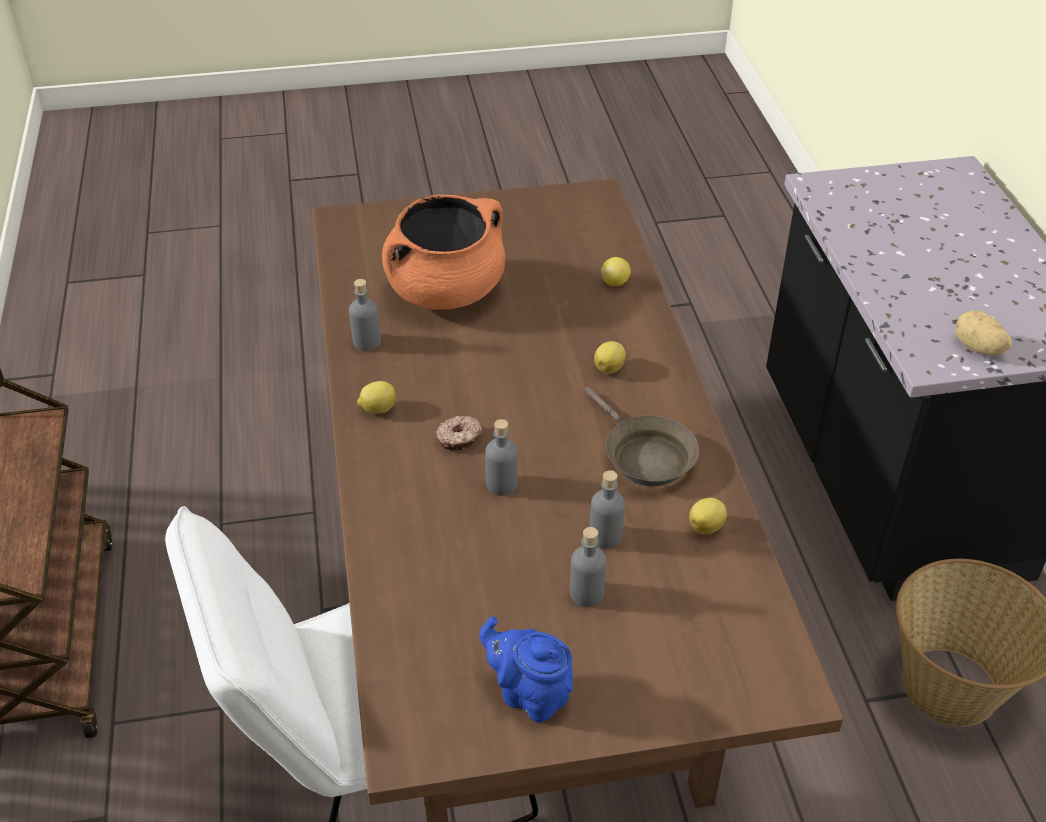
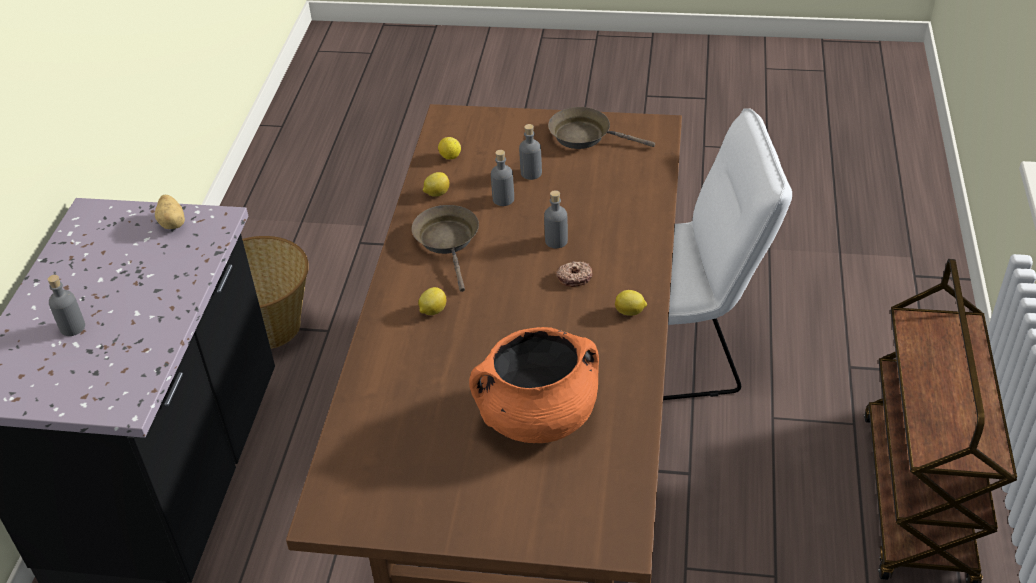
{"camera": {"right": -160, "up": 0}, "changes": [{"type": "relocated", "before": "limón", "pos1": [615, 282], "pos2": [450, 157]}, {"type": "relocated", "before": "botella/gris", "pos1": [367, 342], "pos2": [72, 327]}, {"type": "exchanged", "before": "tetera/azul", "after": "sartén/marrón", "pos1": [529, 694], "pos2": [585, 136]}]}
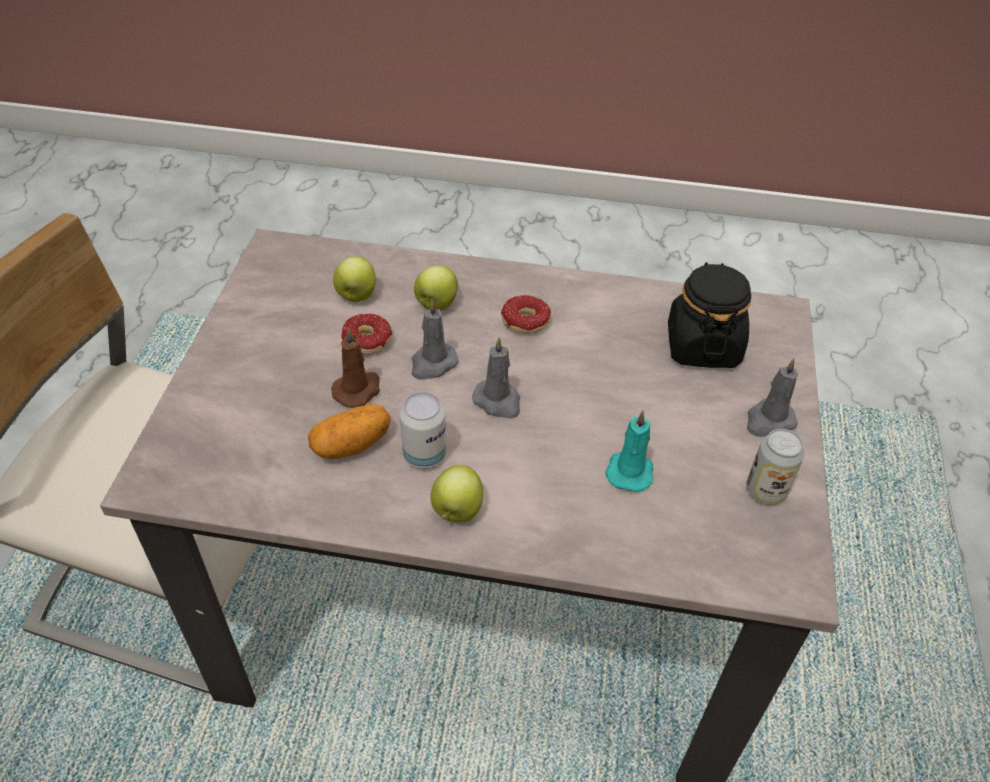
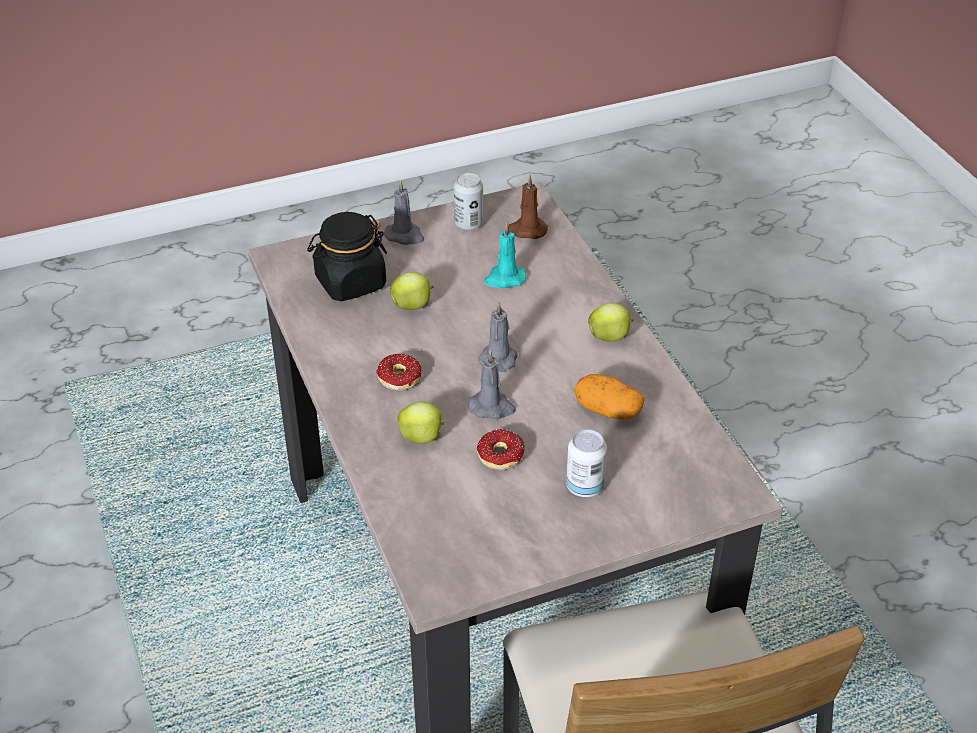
{"camera": {"right": -120, "up": -5}, "changes": [{"type": "relocated", "before": "manzana", "pos1": [356, 296], "pos2": [412, 306]}, {"type": "relocated", "before": "vela/marrón", "pos1": [358, 390], "pos2": [526, 230]}, {"type": "relocated", "before": "lata", "pos1": [424, 455], "pos2": [584, 487]}]}
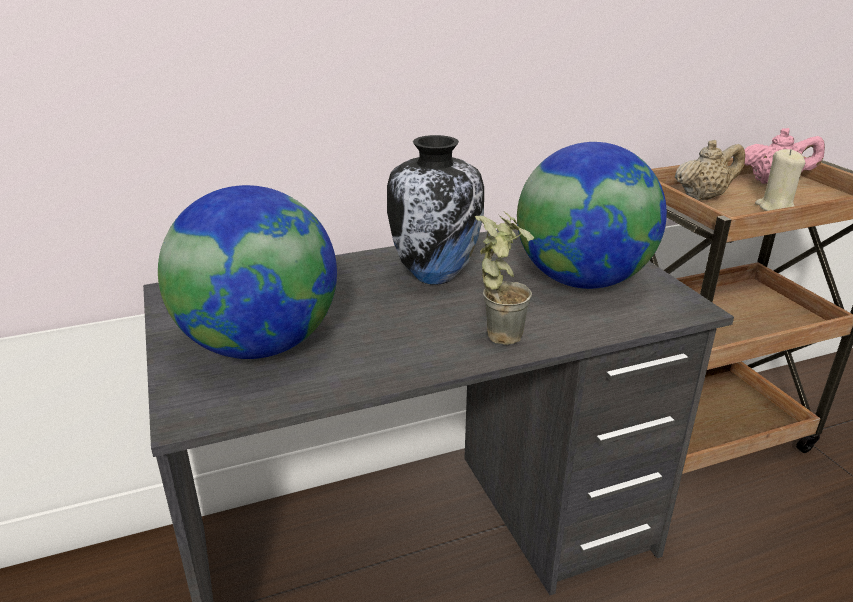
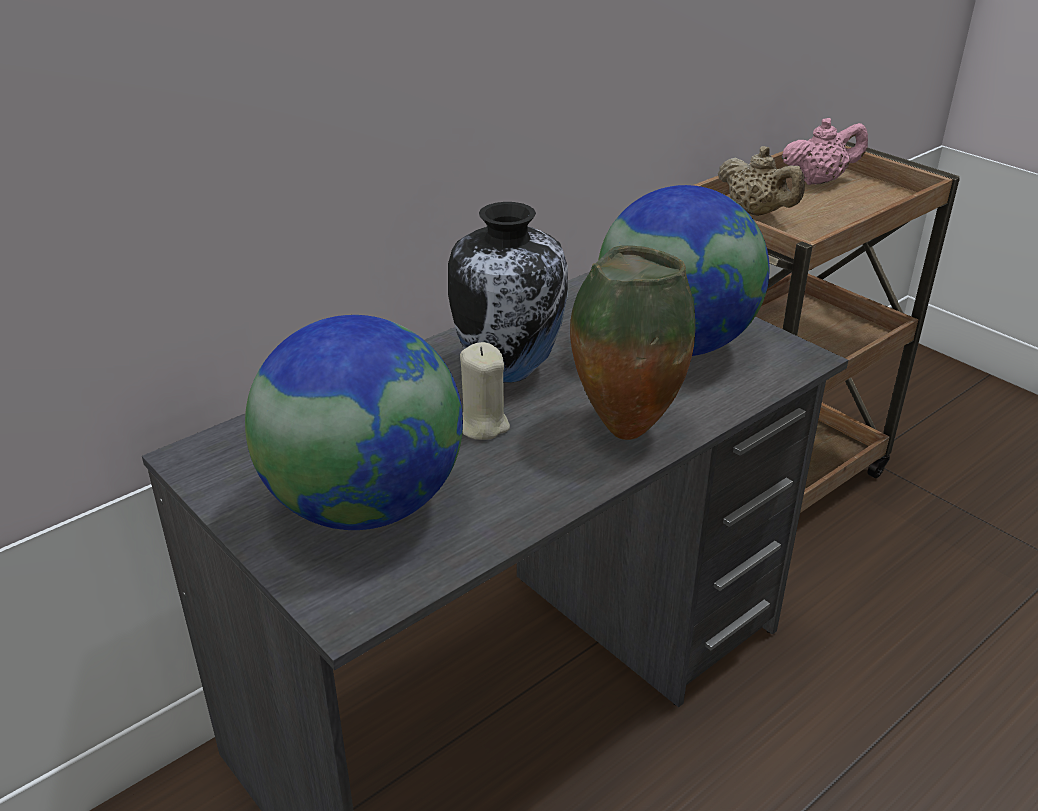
{"camera": {"right": -20, "up": 5}, "changes": [{"type": "spun", "before": "tetera/beis", "pos1": [703, 197], "pos2": [756, 213], "turn": 90}, {"type": "relocated", "before": "vela/beis", "pos1": [775, 207], "pos2": [482, 425]}, {"type": "exchanged", "before": "planta en maceta", "after": "florero", "pos1": [498, 331], "pos2": [624, 428]}]}
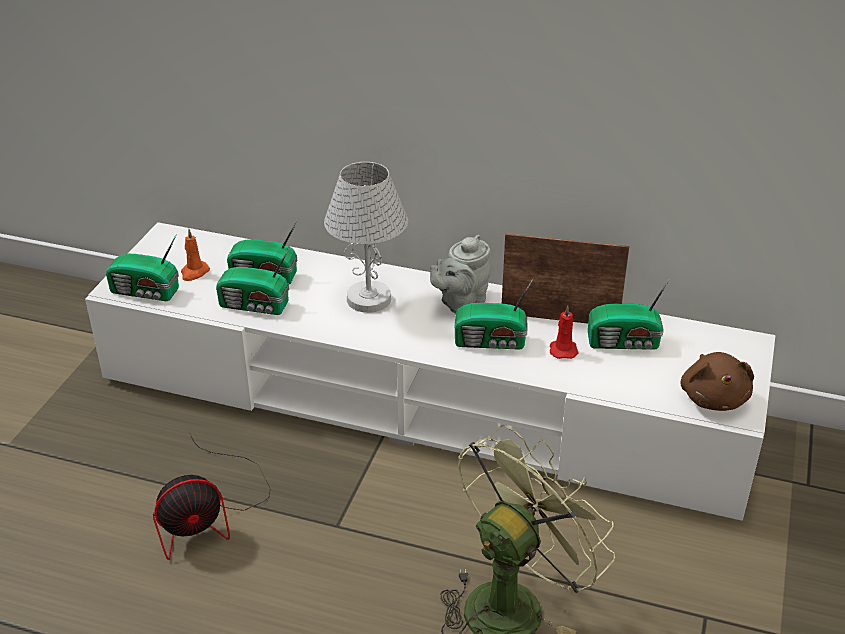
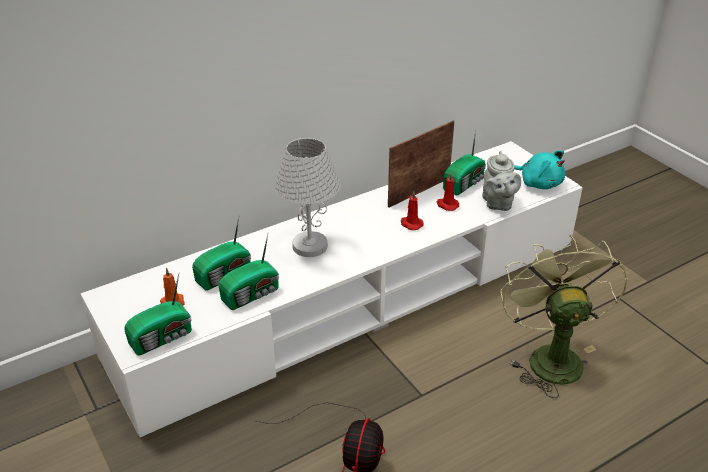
{"camera": {"right": -50, "up": 0}, "changes": [{"type": "relocated", "before": "tetera/gris", "pos1": [460, 302], "pos2": [497, 203]}, {"type": "exchanged", "before": "radio", "after": "vela/rojo", "pos1": [492, 342], "pos2": [411, 224]}, {"type": "colour", "before": "peluche/marrón", "after": "peluche/turquesa", "pos1": [713, 397], "pos2": [538, 183]}]}
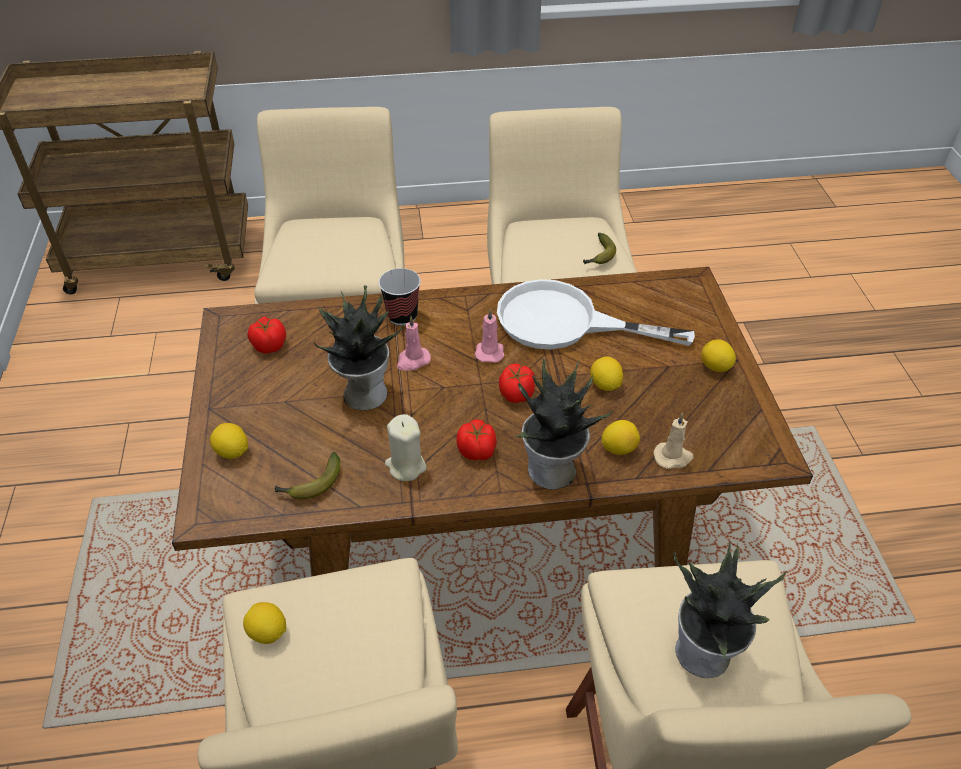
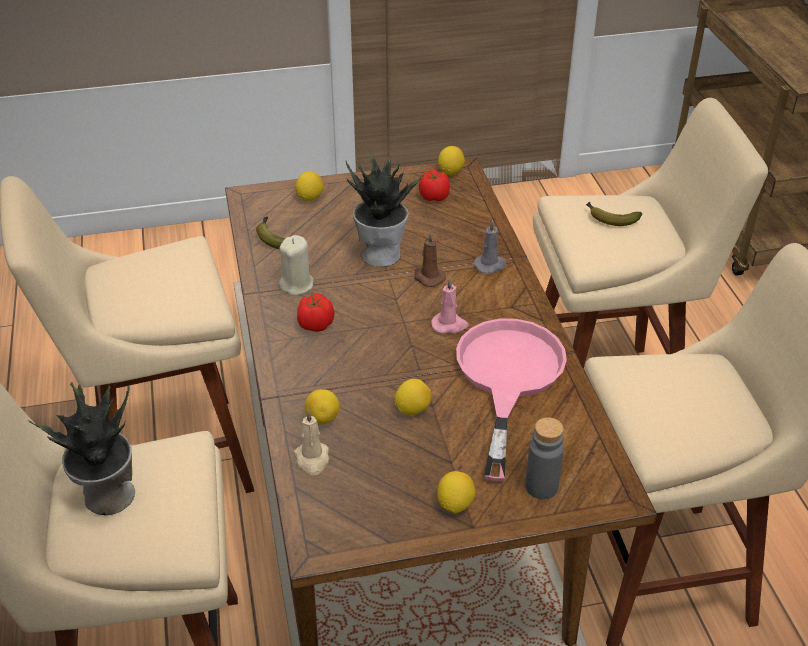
{"camera": {"right": 85, "up": -5}, "changes": [{"type": "relocated", "before": "plátano", "pos1": [599, 256], "pos2": [610, 218]}, {"type": "exchanged", "before": "taza", "after": "vela/gris", "pos1": [402, 316], "pos2": [490, 265]}, {"type": "colour", "before": "sartén/blanco", "after": "sartén/rosa", "pos1": [565, 322], "pos2": [507, 378]}, {"type": "colour", "before": "vela/rosa", "after": "vela/marrón", "pos1": [412, 361], "pos2": [428, 277]}, {"type": "missing", "before": "planta en maceta", "pos1": [551, 472]}, {"type": "missing", "before": "tomate", "pos1": [516, 394]}, {"type": "relocated", "before": "limón", "pos1": [268, 632], "pos2": [450, 171]}, {"type": "appeared", "after": "botella/gris", "pos2": [541, 486]}]}
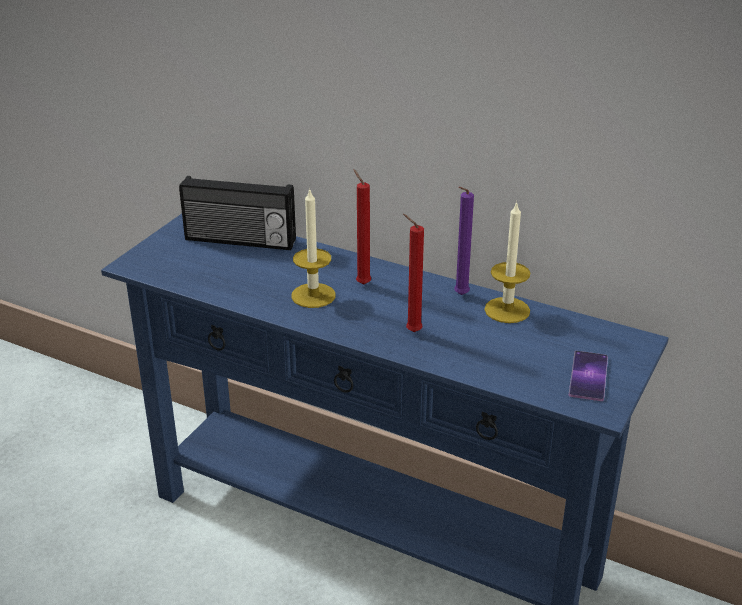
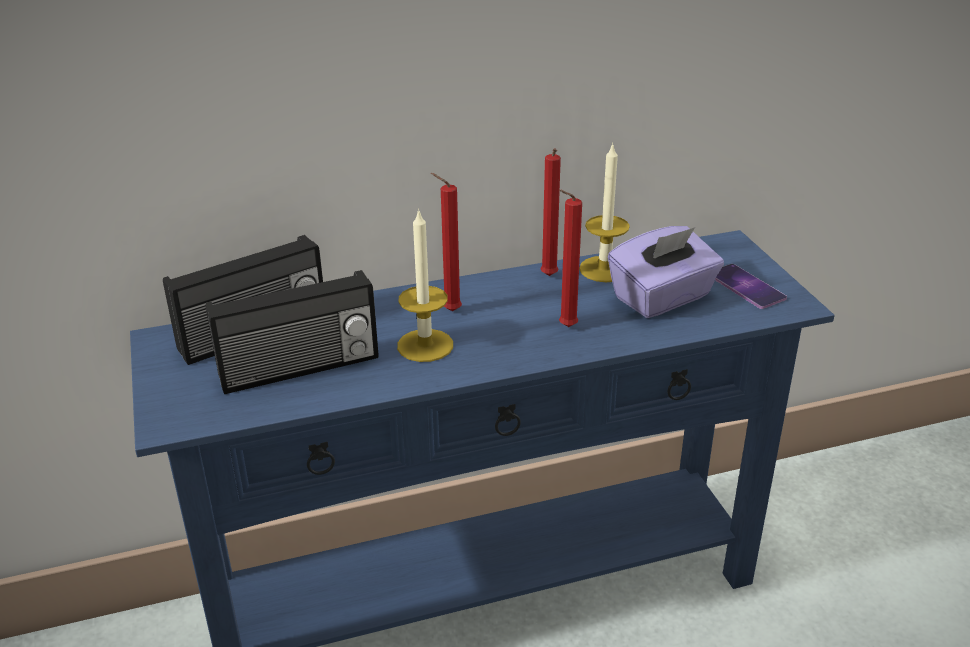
{"camera": {"right": -45, "up": 0}, "changes": [{"type": "colour", "before": "vela/morado", "after": "vela/rojo", "pos1": [459, 296], "pos2": [549, 277]}, {"type": "appeared", "after": "caja de pañuelos/morado", "pos2": [662, 298]}, {"type": "appeared", "after": "radio", "pos2": [300, 369]}]}
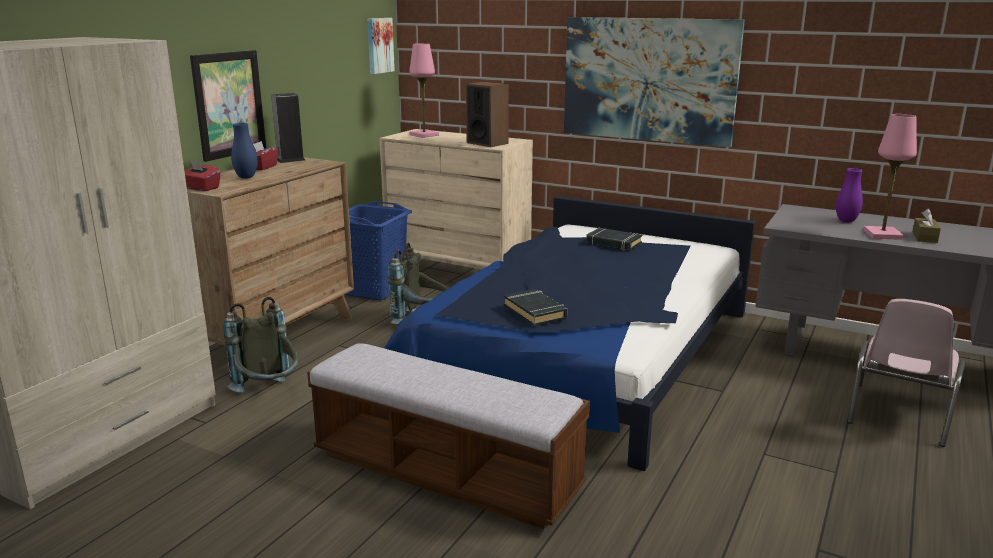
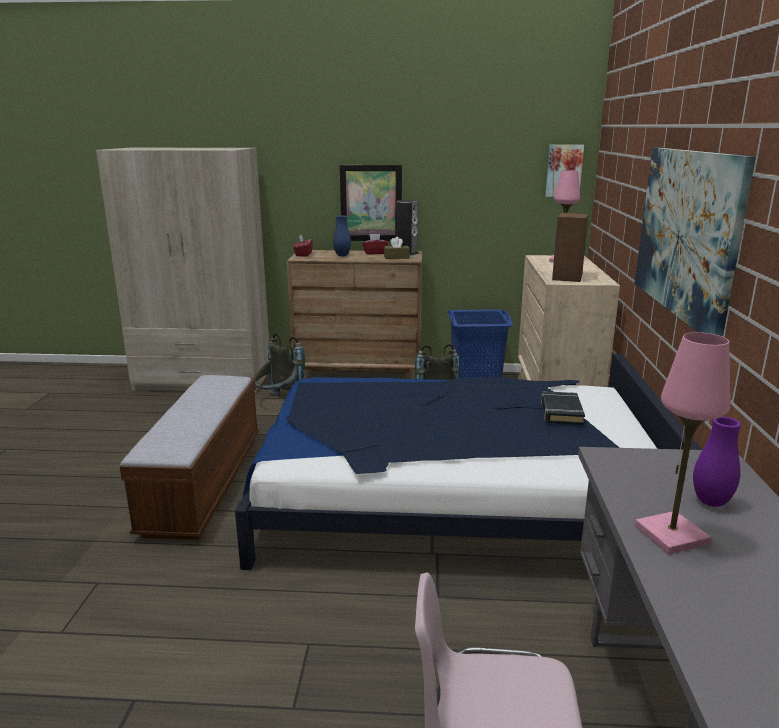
{"camera": {"right": 65, "up": 0}, "changes": [{"type": "relocated", "before": "caja de pañuelos/marrón", "pos1": [924, 237], "pos2": [396, 257]}, {"type": "missing", "before": "libro/negro", "pos1": [535, 312]}]}
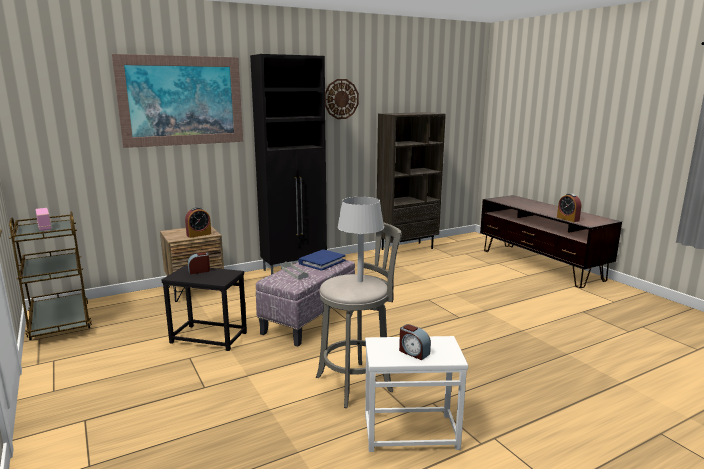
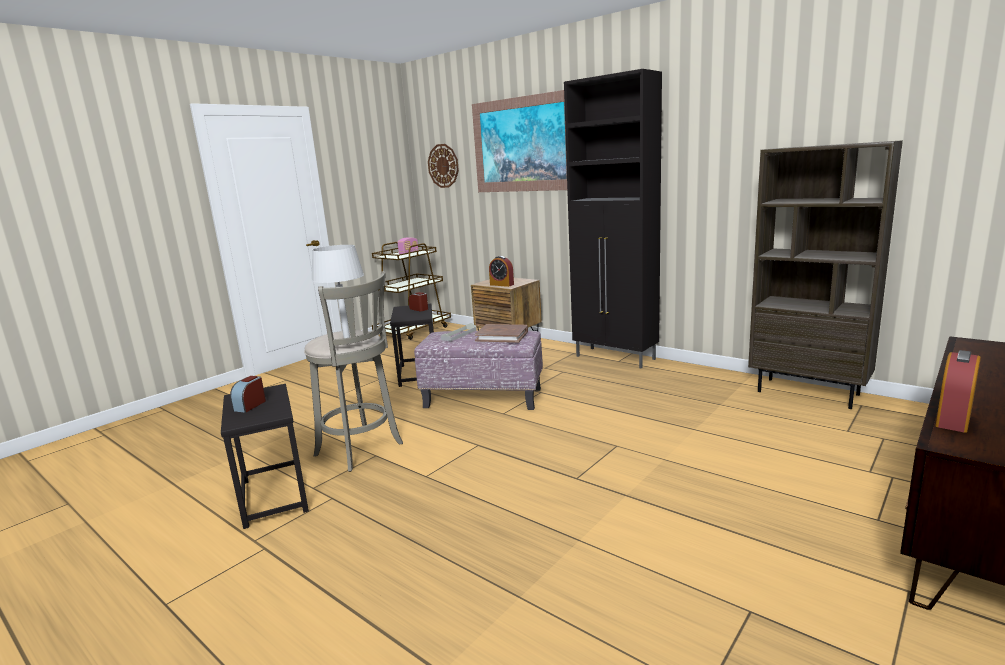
{"camera": {"right": 70, "up": 0}, "changes": [{"type": "relocated", "before": "reloj de pared", "pos1": [341, 99], "pos2": [443, 166]}, {"type": "colour", "before": "libro/azul", "after": "libro/marrón", "pos1": [322, 262], "pos2": [502, 336]}, {"type": "colour", "before": "mesa auxiliar/blanco", "after": "mesa auxiliar/negro", "pos1": [410, 432], "pos2": [275, 495]}]}
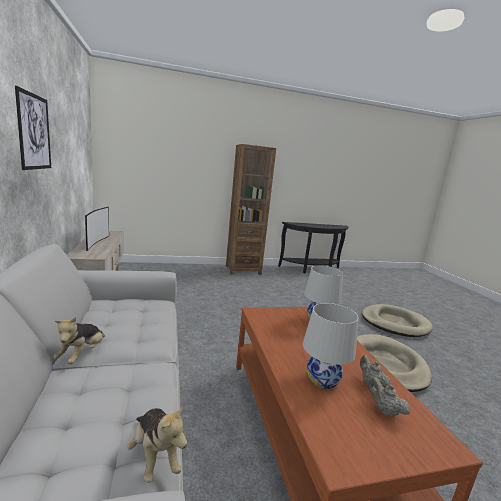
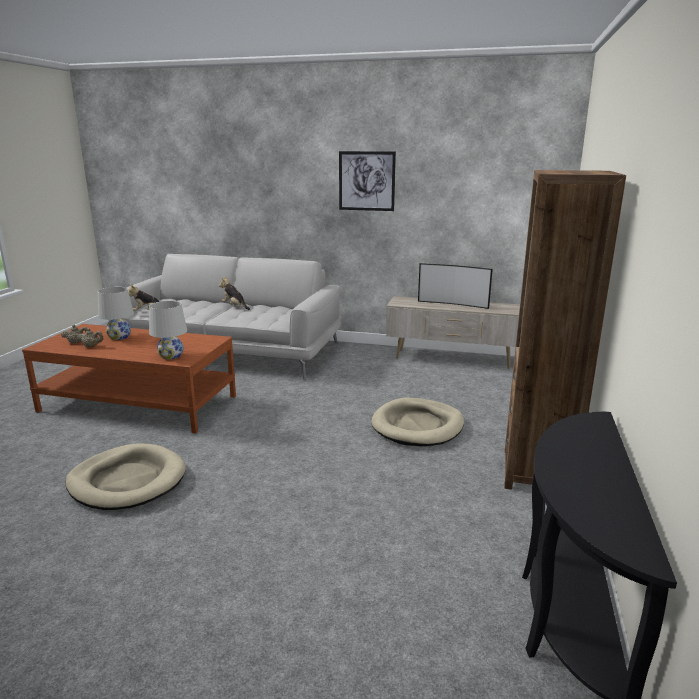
{"camera": {"right": 120, "up": 5}, "changes": [{"type": "relocated", "before": "cama para perro/beis", "pos1": [394, 323], "pos2": [418, 426]}]}
